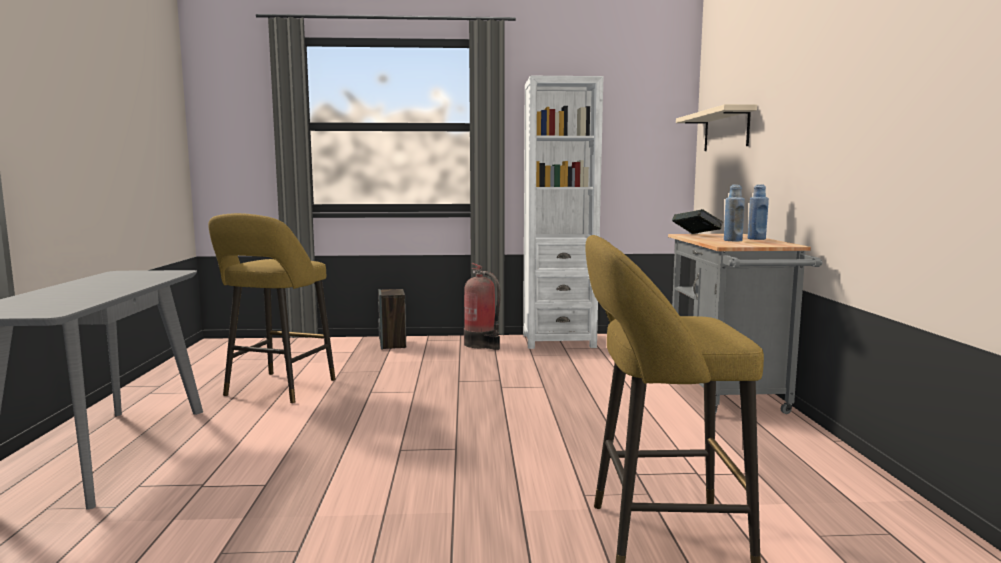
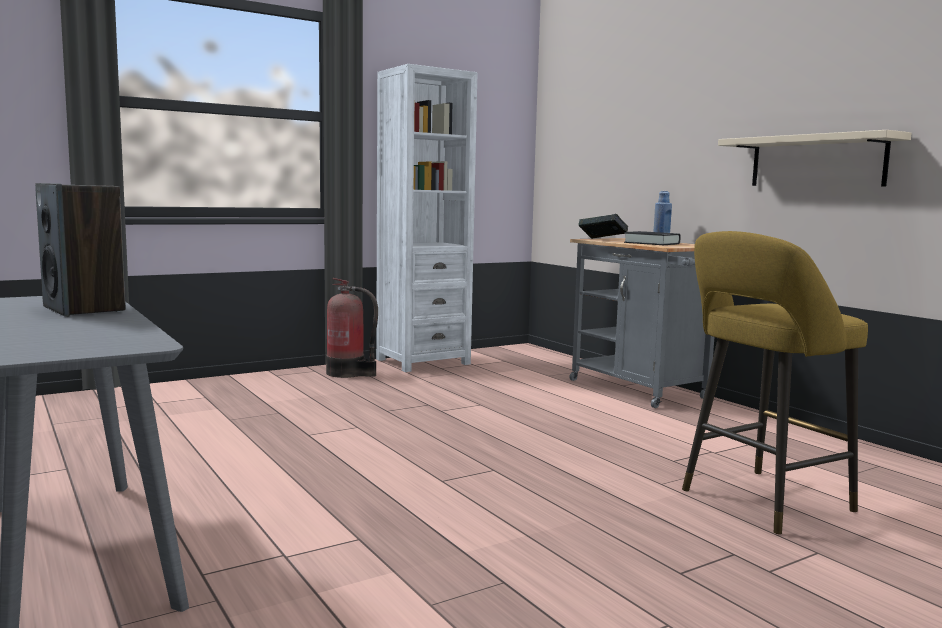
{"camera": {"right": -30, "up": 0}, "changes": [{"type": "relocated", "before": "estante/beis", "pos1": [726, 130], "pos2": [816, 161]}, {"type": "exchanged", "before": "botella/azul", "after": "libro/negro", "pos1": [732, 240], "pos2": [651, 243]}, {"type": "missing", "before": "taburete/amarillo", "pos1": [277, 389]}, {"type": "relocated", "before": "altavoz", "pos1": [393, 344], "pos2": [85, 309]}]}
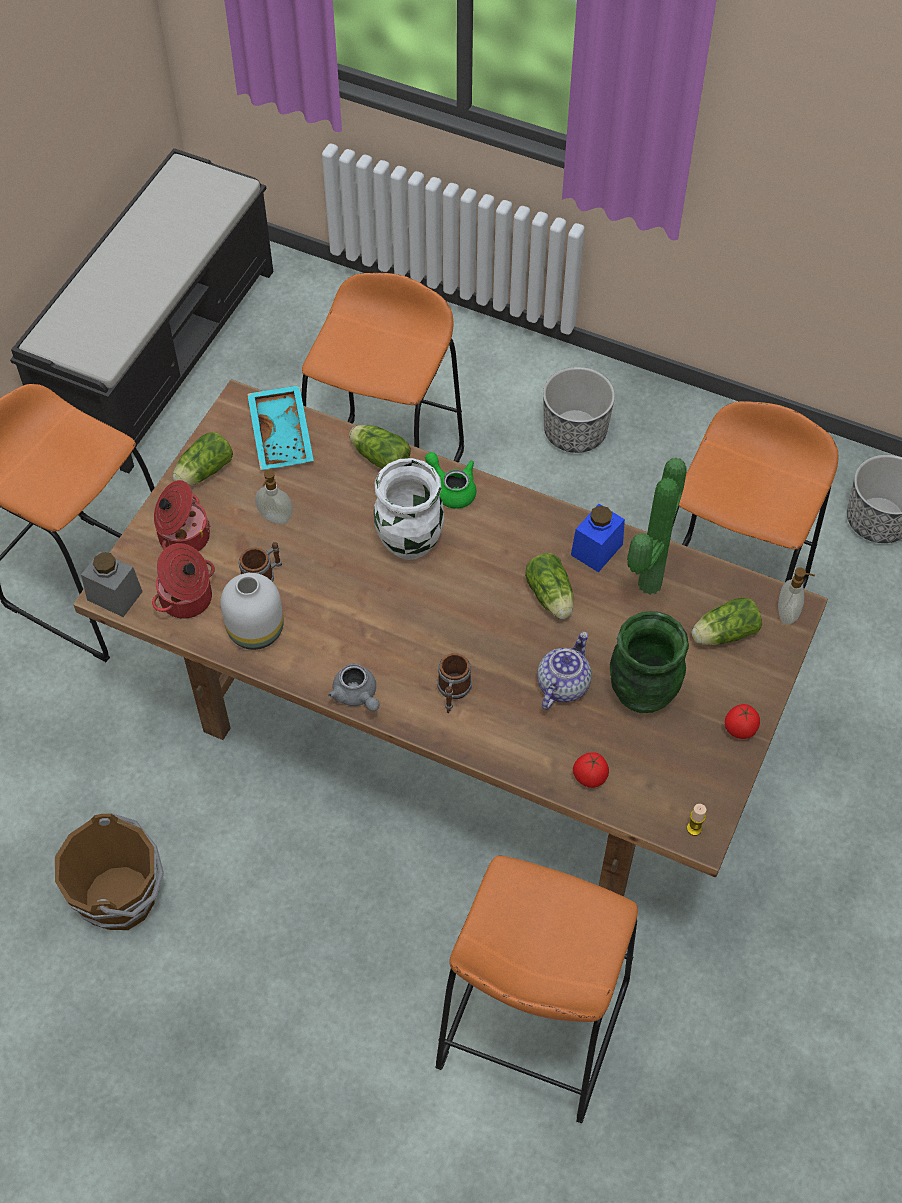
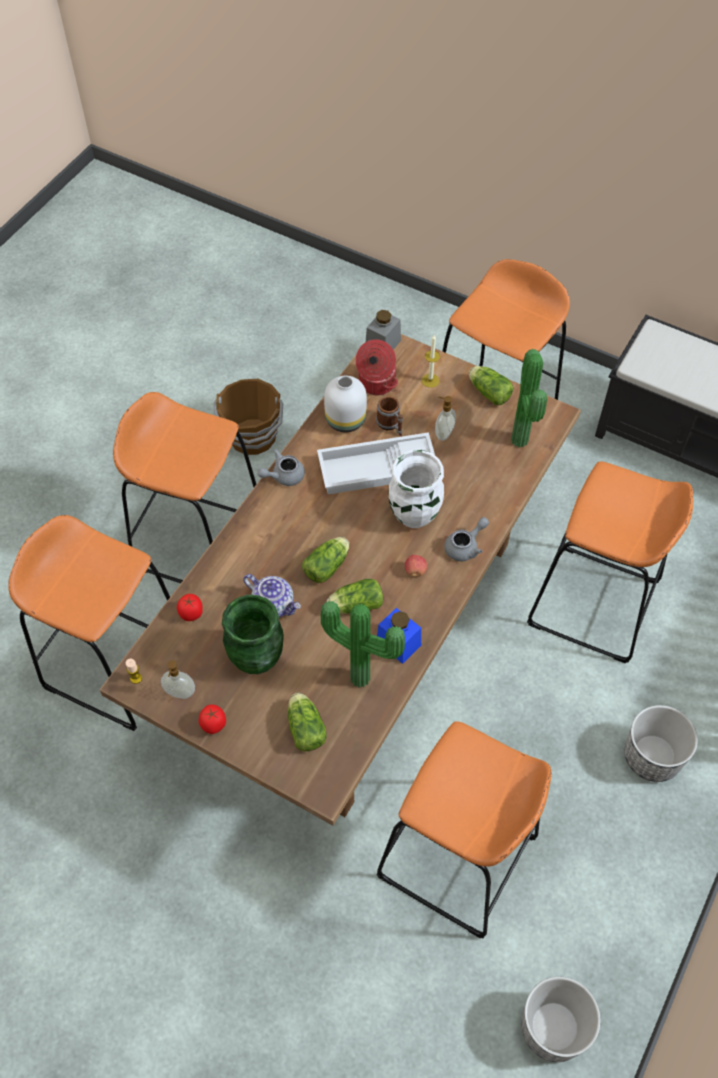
{"camera": {"right": 95, "up": 0}, "changes": [{"type": "exchanged", "before": "bandeja/turquesa", "after": "planta en maceta", "pos1": [283, 435], "pos2": [523, 440]}, {"type": "relocated", "before": "lechuga", "pos1": [378, 457], "pos2": [328, 565]}, {"type": "colour", "before": "tetera/verde", "after": "tetera/gris", "pos1": [452, 489], "pos2": [465, 547]}, {"type": "exchanged", "before": "olla", "after": "vela", "pos1": [183, 536], "pos2": [430, 380]}, {"type": "relocated", "before": "dispensador de jabón", "pos1": [788, 613], "pos2": [180, 693]}, {"type": "missing", "before": "taza grande", "pos1": [453, 692]}, {"type": "appeared", "after": "taburete/naranja", "pos2": [200, 543]}, {"type": "appeared", "after": "bandeja/blanco", "pos2": [376, 470]}, {"type": "appeared", "after": "manzana", "pos2": [415, 571]}]}
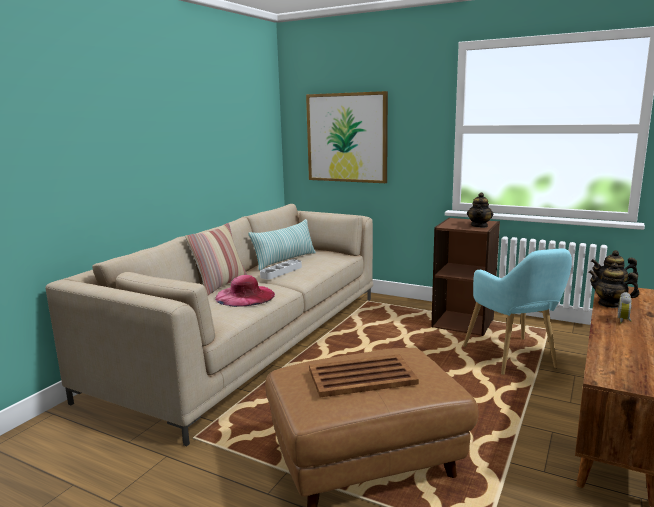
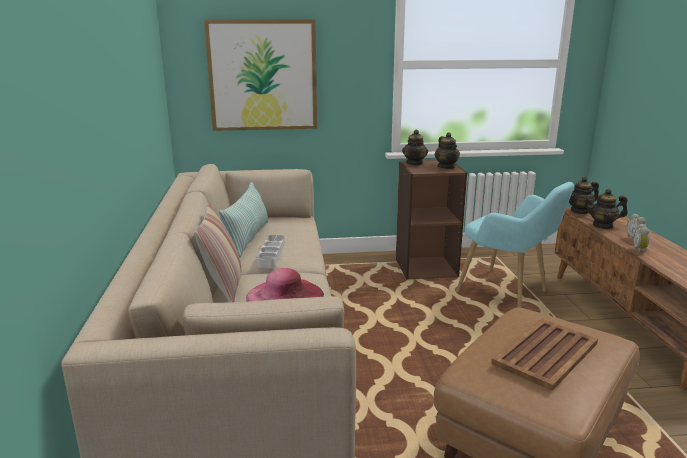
{"camera": {"right": -35, "up": 5}, "changes": [{"type": "appeared", "after": "tetera", "pos2": [414, 163]}, {"type": "appeared", "after": "despertador", "pos2": [640, 250]}]}
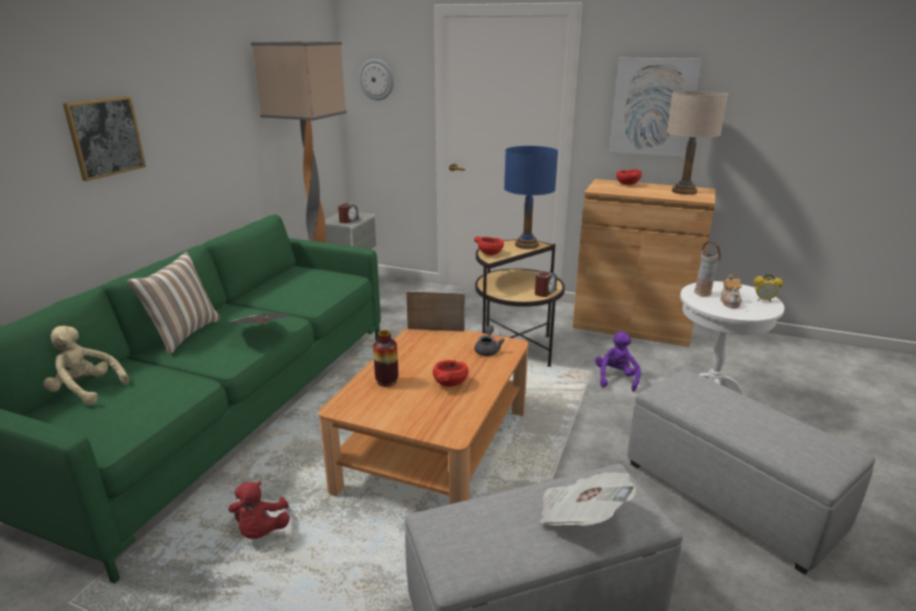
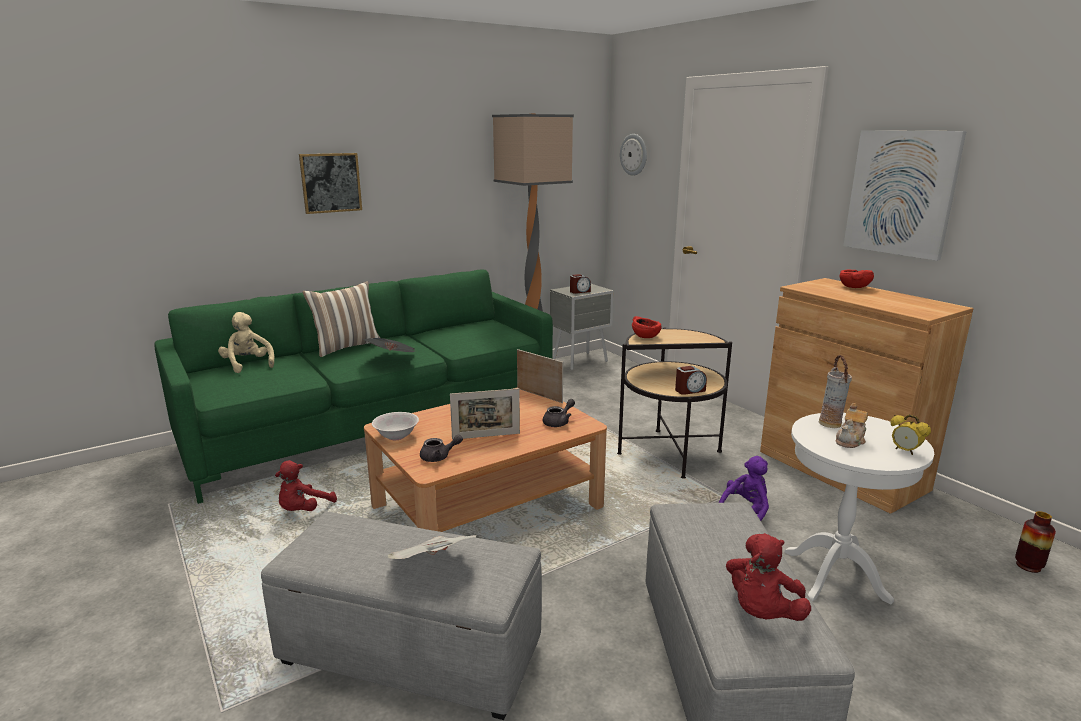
{"camera": {"right": 35, "up": -5}, "changes": [{"type": "missing", "before": "lámpara de mesa/beis", "pos1": [684, 192]}, {"type": "missing", "before": "lámpara de mesa/azul", "pos1": [526, 245]}, {"type": "relocated", "before": "florero", "pos1": [387, 381], "pos2": [1028, 566]}, {"type": "exchanged", "before": "cuenco/rojo", "after": "portarretratos", "pos1": [449, 383], "pos2": [486, 436]}, {"type": "appeared", "after": "cuenco/blanco", "pos2": [396, 436]}, {"type": "appeared", "after": "tetera/gris", "pos2": [439, 457]}, {"type": "appeared", "after": "peluche/rojo", "pos2": [762, 613]}]}
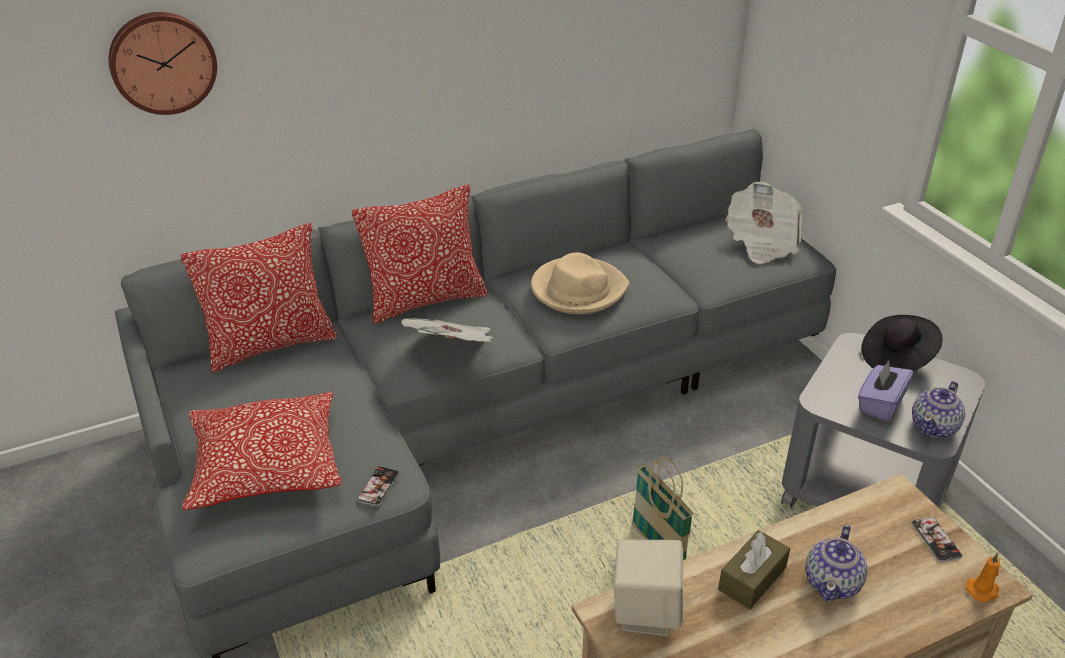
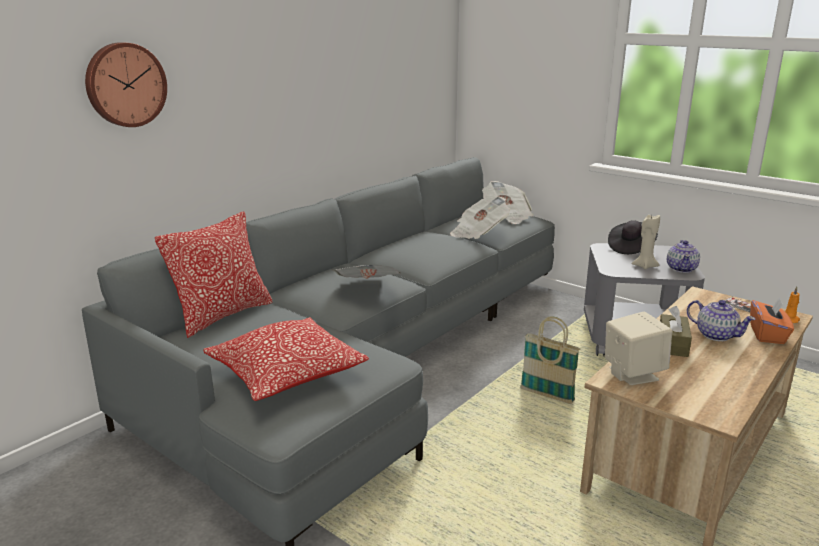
{"camera": {"right": -25, "up": -15}, "changes": [{"type": "missing", "before": "cojín", "pos1": [425, 300]}, {"type": "missing", "before": "sombrero/beis", "pos1": [578, 289]}, {"type": "exchanged", "before": "caja de pañuelos/morado", "after": "vela/beis", "pos1": [880, 404], "pos2": [644, 266]}, {"type": "missing", "before": "móvil", "pos1": [378, 487]}, {"type": "spun", "before": "tetera", "pos1": [833, 582], "pos2": [715, 335], "turn": -45}, {"type": "appeared", "after": "periódico", "pos2": [478, 233]}, {"type": "appeared", "after": "caja de pañuelos/naranja", "pos2": [767, 335]}]}
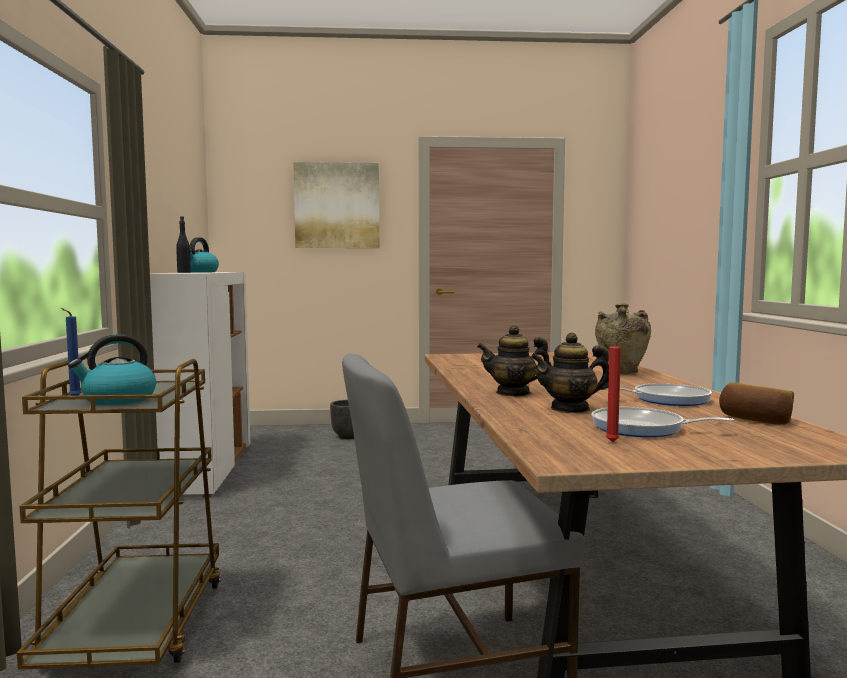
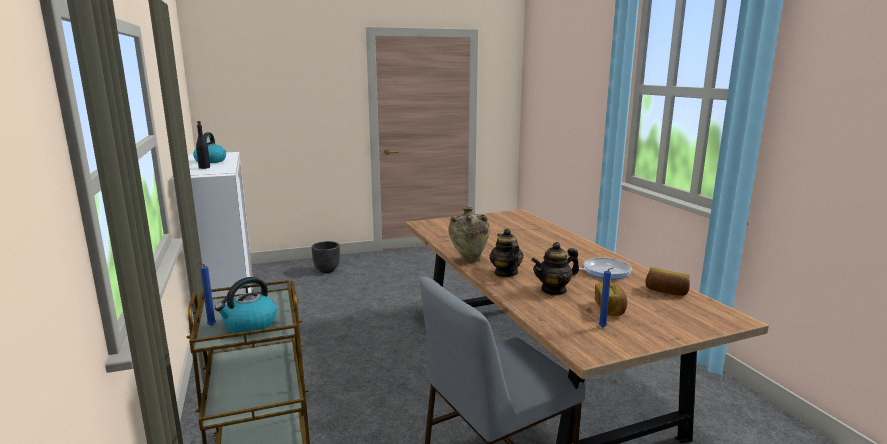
{"camera": {"right": -15, "up": 10}, "changes": [{"type": "missing", "before": "cuadro", "pos1": [337, 205]}, {"type": "relocated", "before": "florero/beis", "pos1": [621, 373], "pos2": [468, 260]}, {"type": "spun", "before": "tetera", "pos1": [513, 393], "pos2": [505, 273], "turn": 90}, {"type": "colour", "before": "vela/rojo", "after": "vela/azul", "pos1": [613, 443], "pos2": [603, 328]}, {"type": "exchanged", "before": "sartén", "after": "pan", "pos1": [642, 428], "pos2": [610, 309]}]}
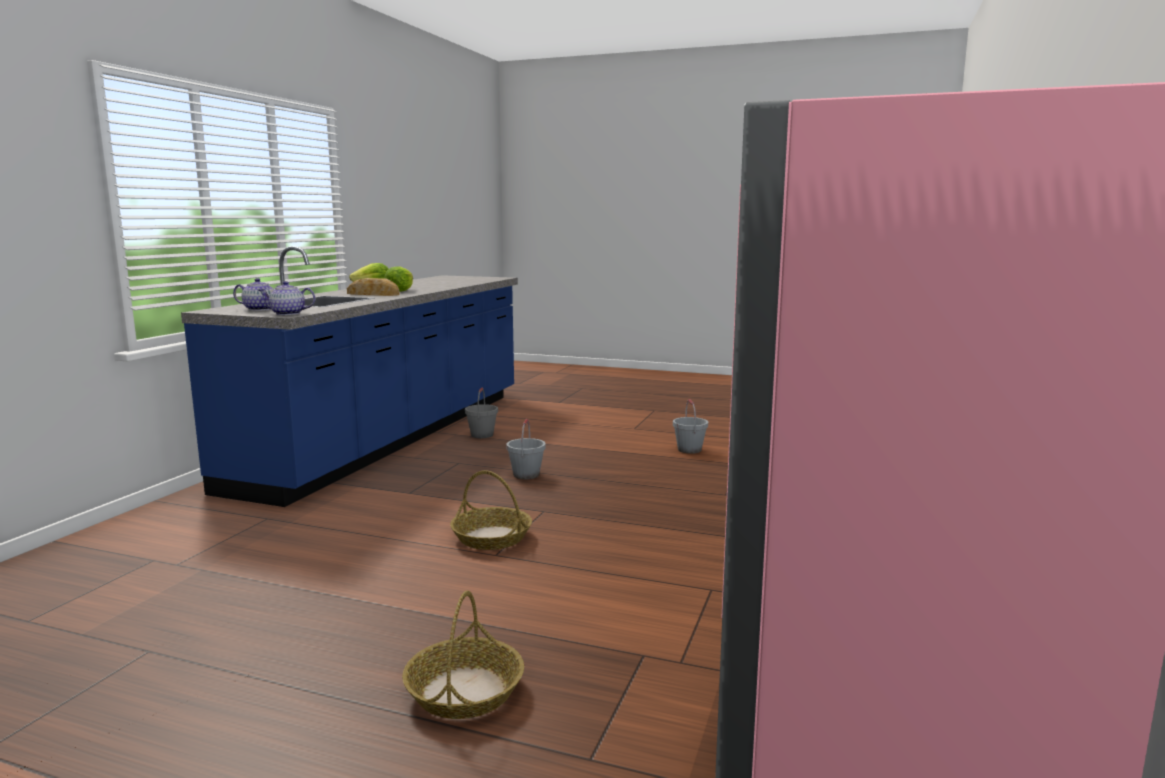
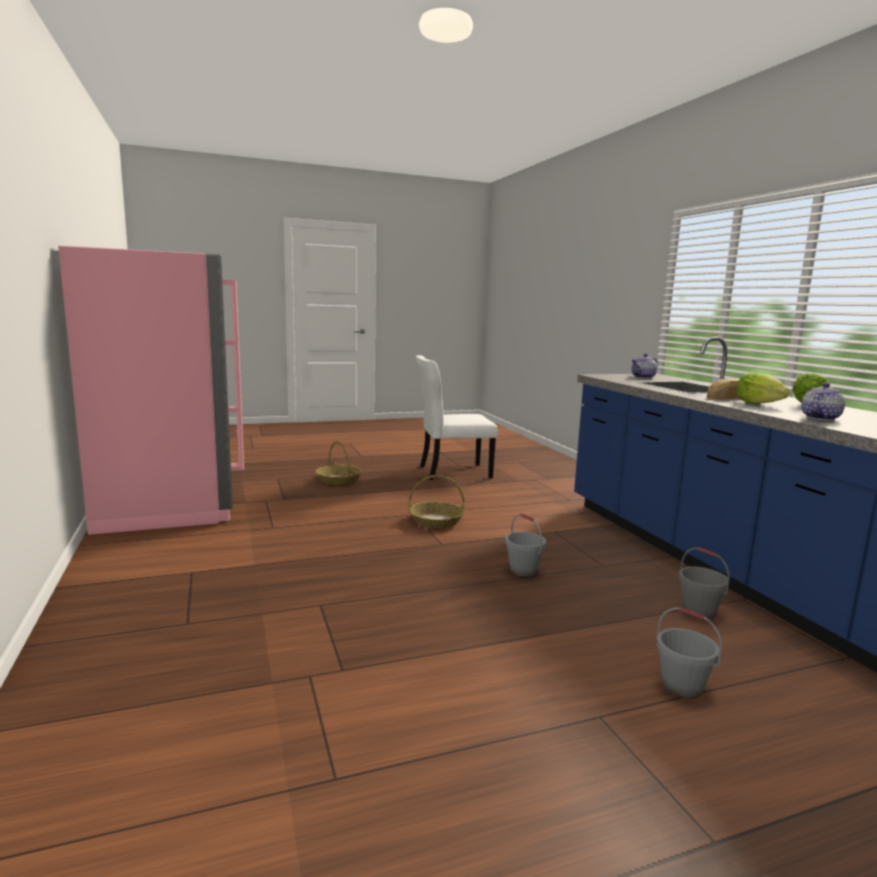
{"camera": {"right": 140, "up": 0}, "changes": [{"type": "relocated", "before": "tetera", "pos1": [288, 314], "pos2": [819, 418]}, {"type": "relocated", "before": "cubo/gris", "pos1": [689, 450], "pos2": [681, 686]}, {"type": "appeared", "after": "silla/blanco", "pos2": [451, 472]}]}
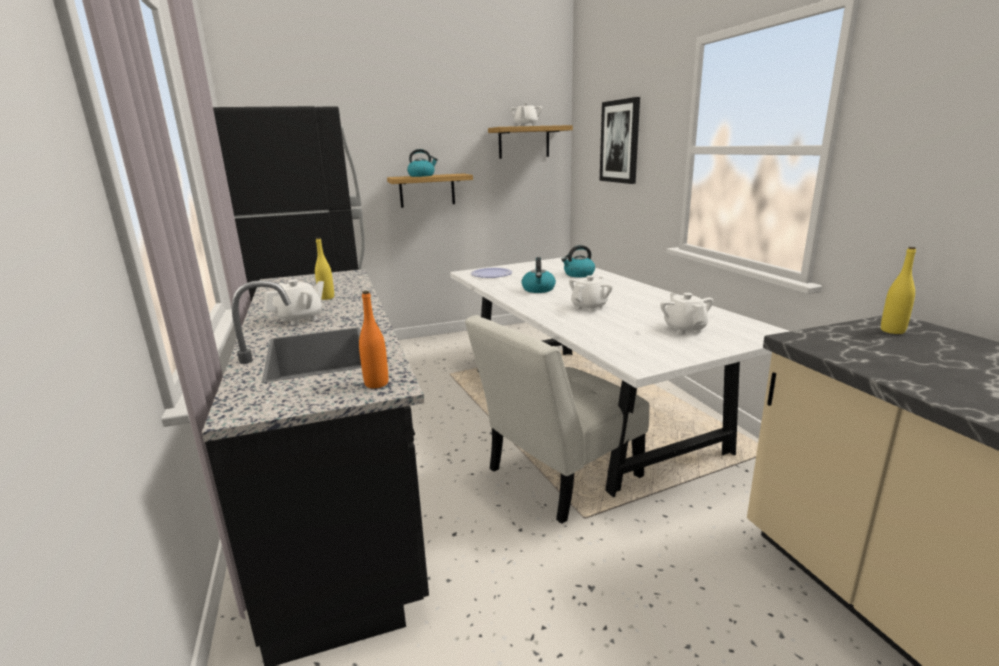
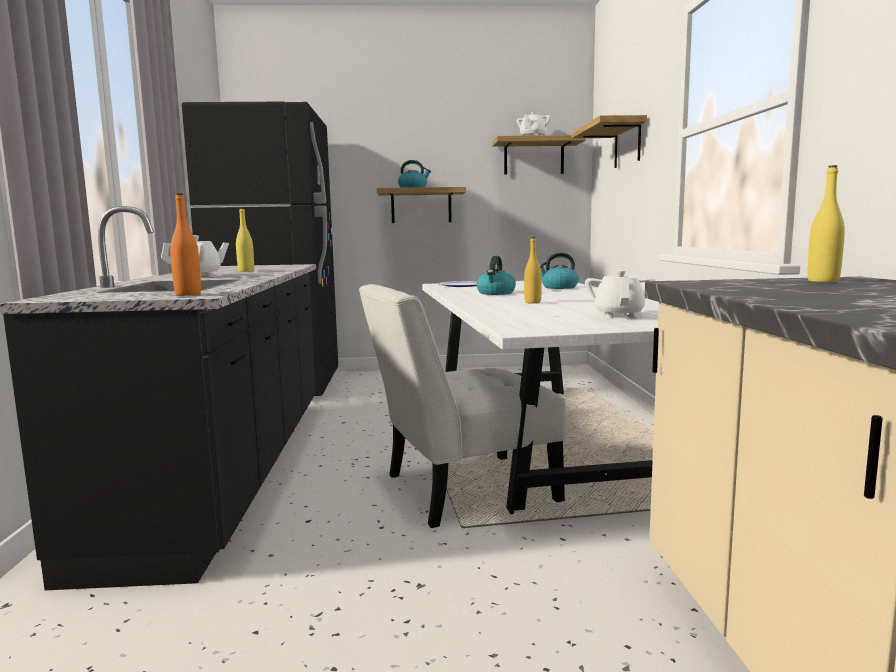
{"camera": {"right": 15, "up": -10}, "changes": [{"type": "exchanged", "before": "cuadro", "after": "estante", "pos1": [620, 141], "pos2": [627, 144]}, {"type": "exchanged", "before": "tetera/blanco", "after": "botella/amarillo", "pos1": [589, 307], "pos2": [532, 302]}]}
